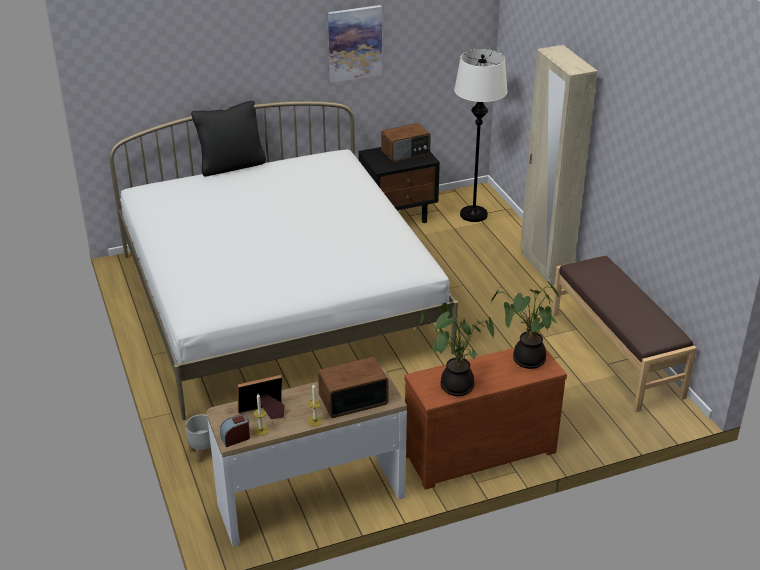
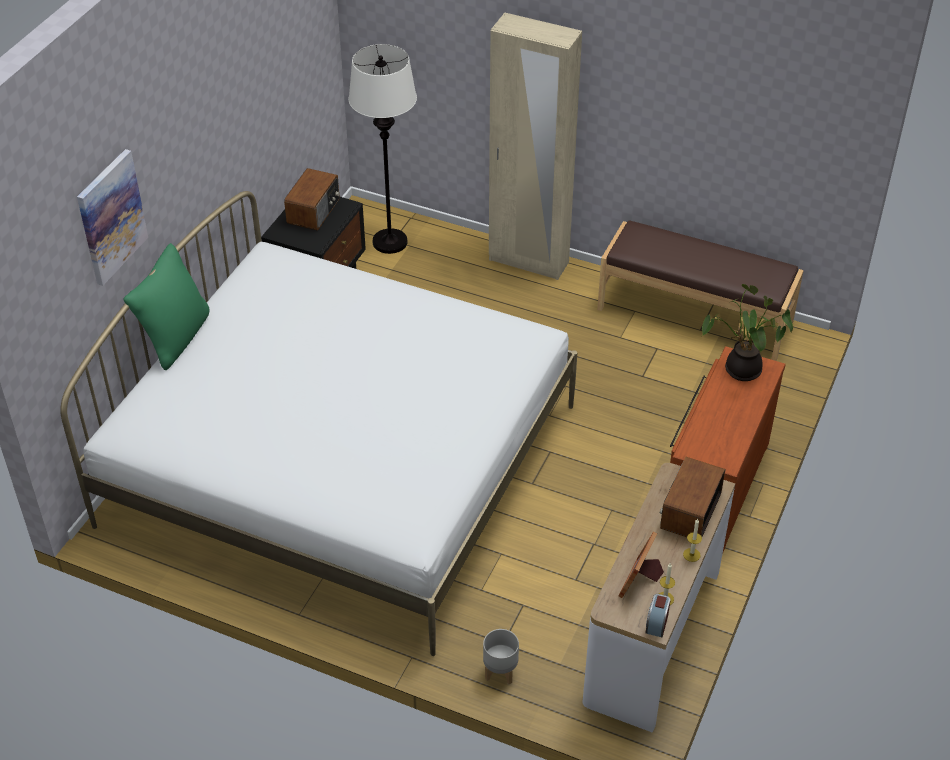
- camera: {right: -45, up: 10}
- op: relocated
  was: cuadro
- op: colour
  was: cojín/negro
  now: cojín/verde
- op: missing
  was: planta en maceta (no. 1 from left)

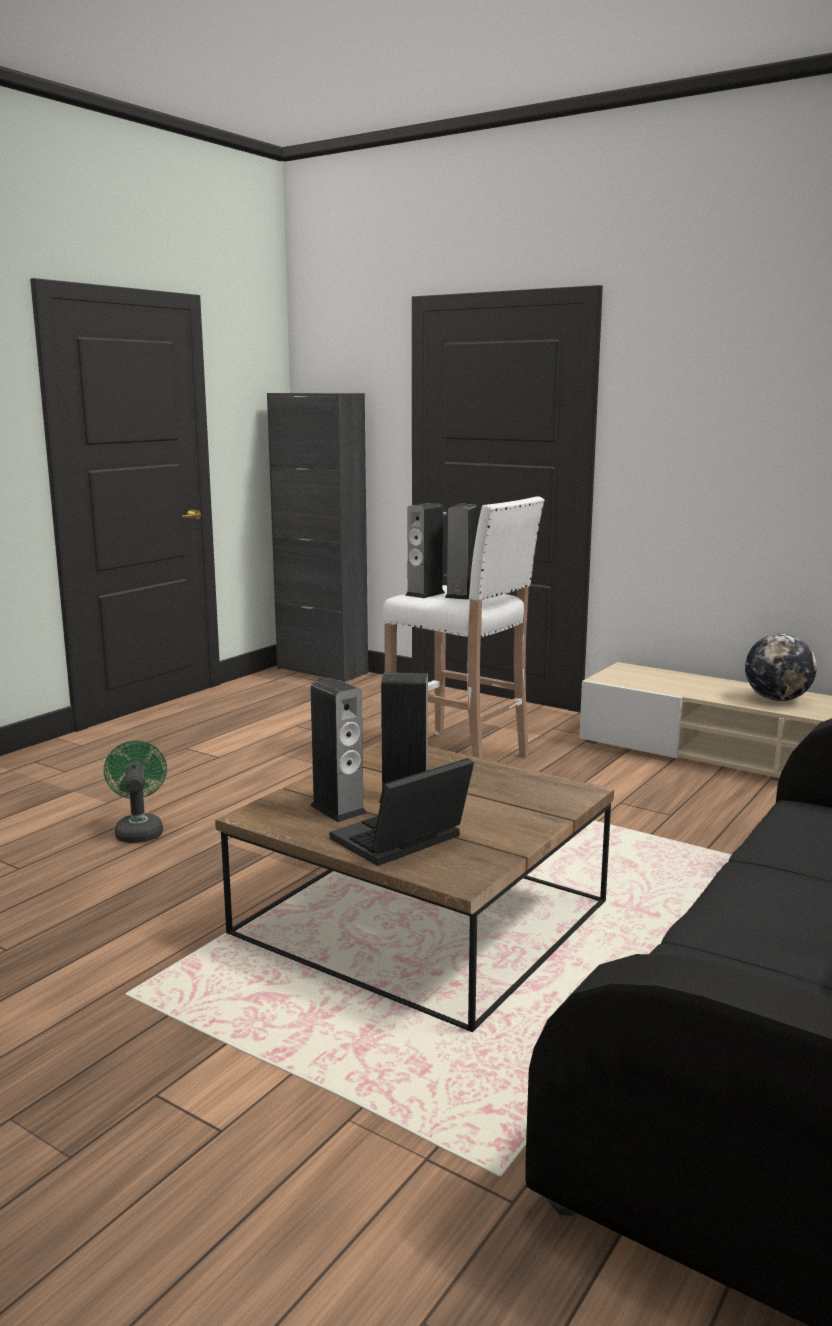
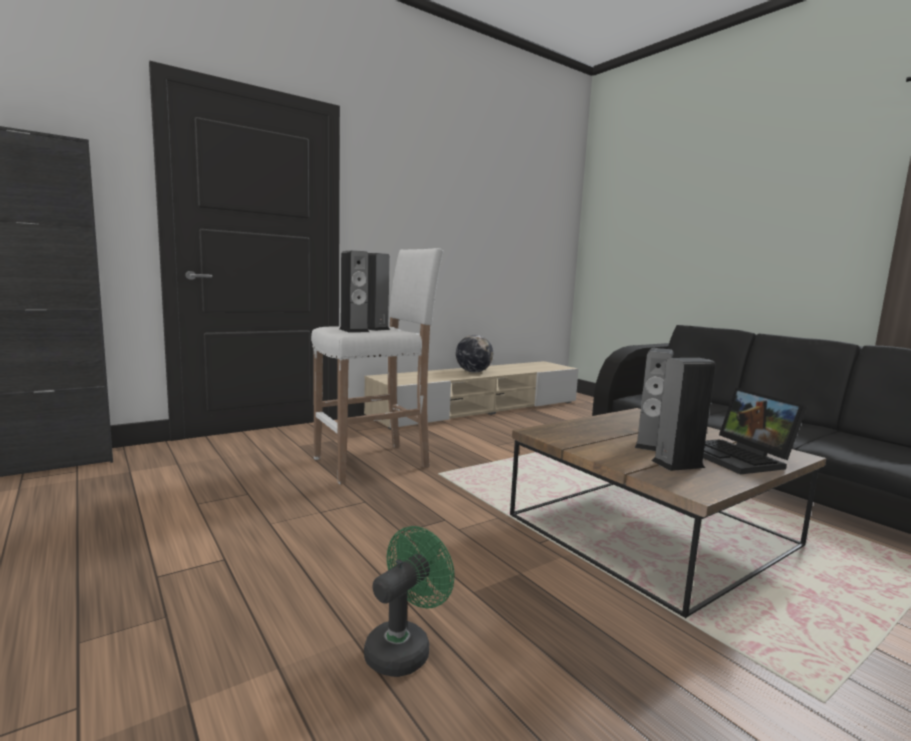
- camera: {right: -70, up: -5}
- op: spun
  was: ventilador/verde
  clockwise: 120

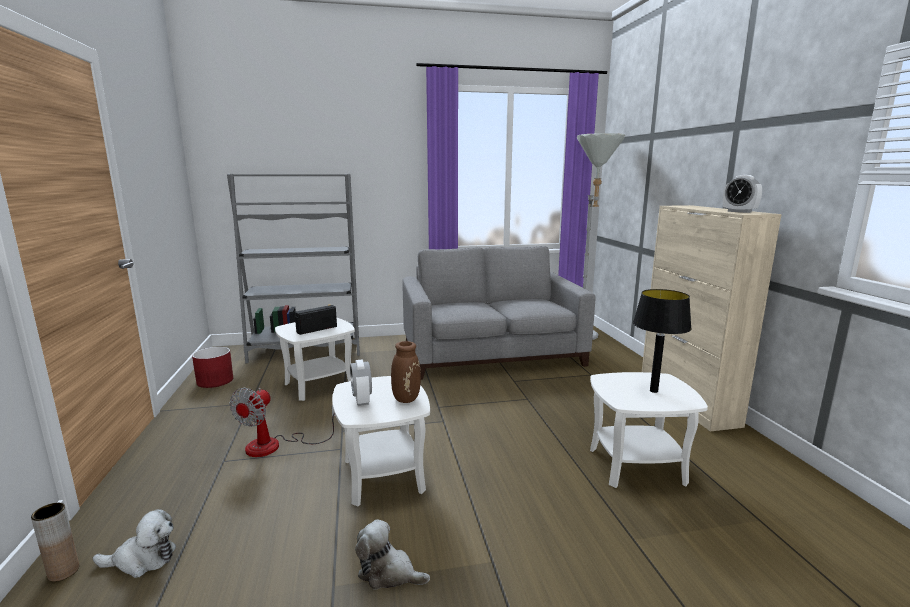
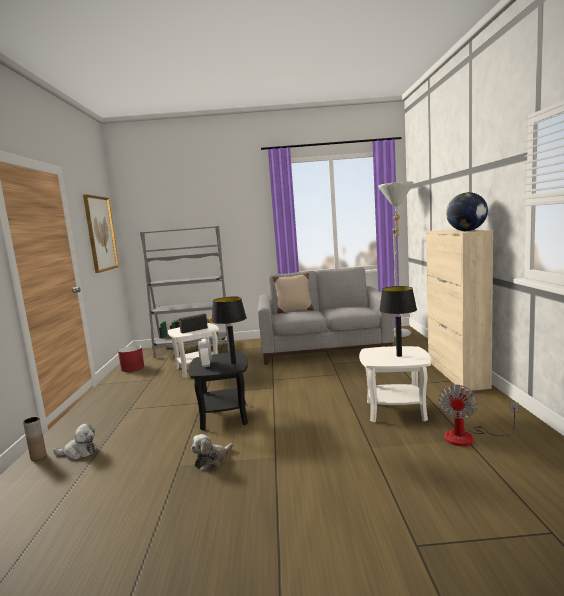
- camera: {right: 10, up: -5}
- op: exchanged
  was: despertador (no. 2 from left)
  now: globo terráqueo
- op: exchanged
  was: florero/marrón (no. 2 from left)
  now: lámpara de mesa/negro (no. 1 from left)
- op: colour
  was: mesa auxiliar/blanco (no. 2 from left)
  now: mesa auxiliar/negro
- op: relocated
  was: ventilador
- op: spun
  was: peluche (no. 2 from left)
  clockwise: -75
- op: appeared
  now: cuadro
- op: appeared
  now: cojín/beis

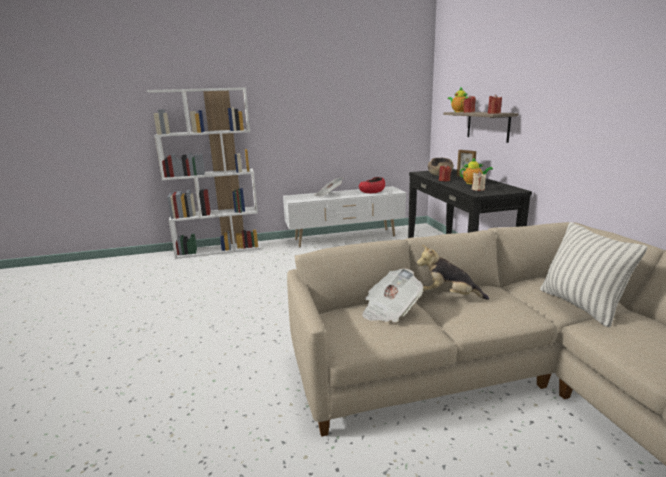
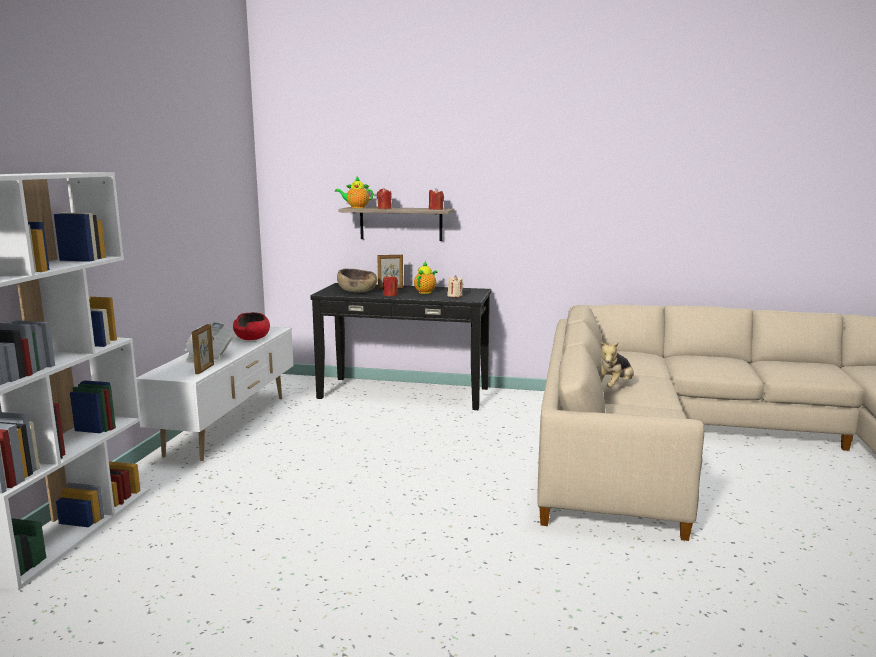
- camera: {right: -65, up: -5}
- op: missing
  was: cojín
- op: missing
  was: periódico (no. 2 from left)
- op: appeared
  now: portarretratos (no. 1 from left)

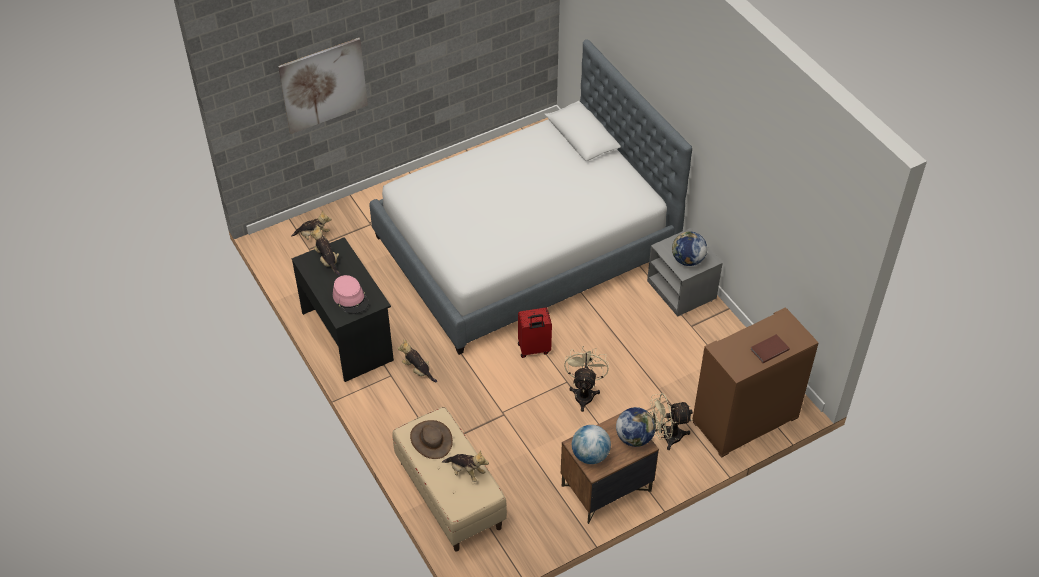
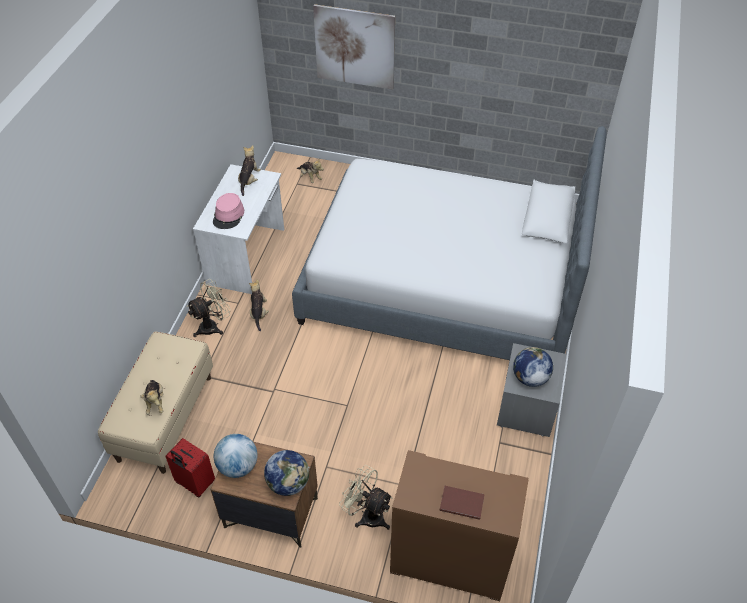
- camera: {right: 45, up: 0}
- op: colour
  was: escritorio/negro
  now: escritorio/blanco
- op: relocated
  was: maleta/rojo
- op: relocated
  was: ventilador/beis (no. 1 from left)
- op: missing
  was: sombrero/marrón

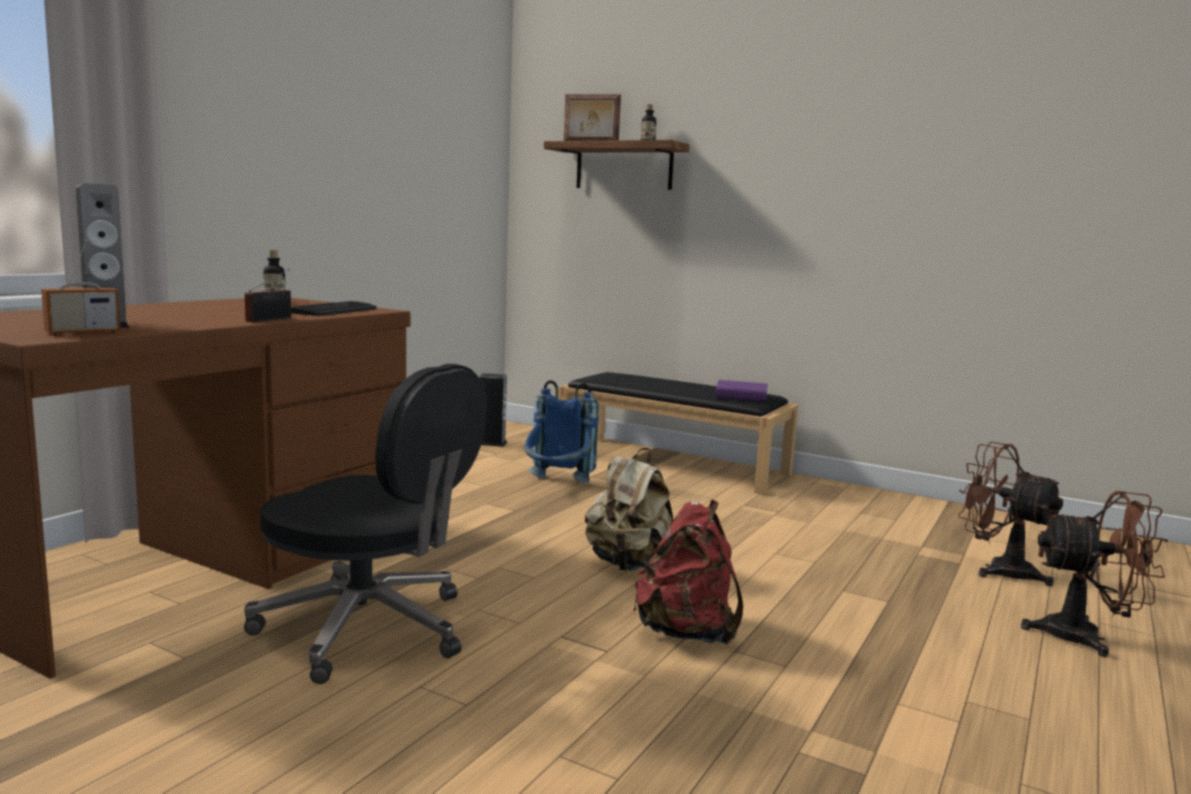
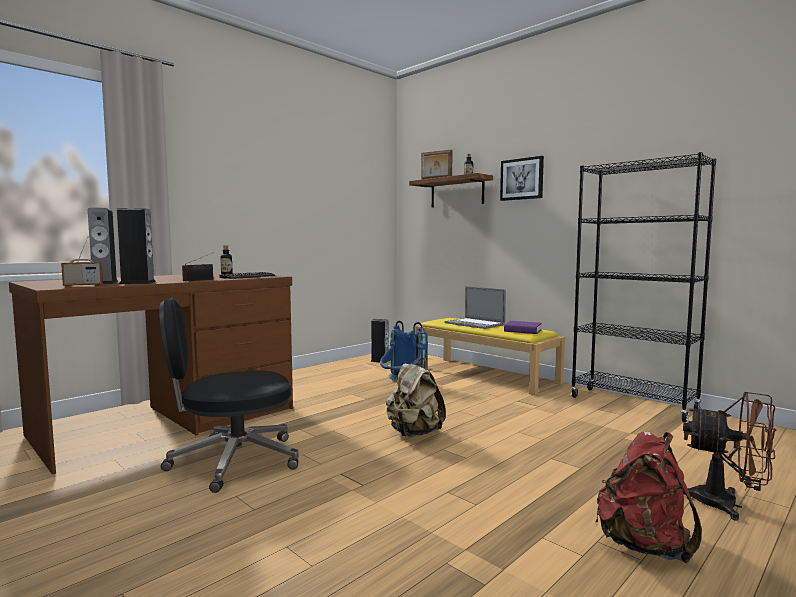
- camera: {right: 15, up: -5}
- op: spun
  was: silla de oficina/negro
  clockwise: 120
- op: colour
  was: banco/negro
  now: banco/amarillo
- op: missing
  was: ventilador/marrón (no. 1 from left)
- op: relocated
  was: mochila/rojo
- op: appeared
  now: estantería/negro
- op: appeared
  now: cuadro
- op: appeared
  now: altavoz (no. 2 from left)
- op: appeared
  now: portátil

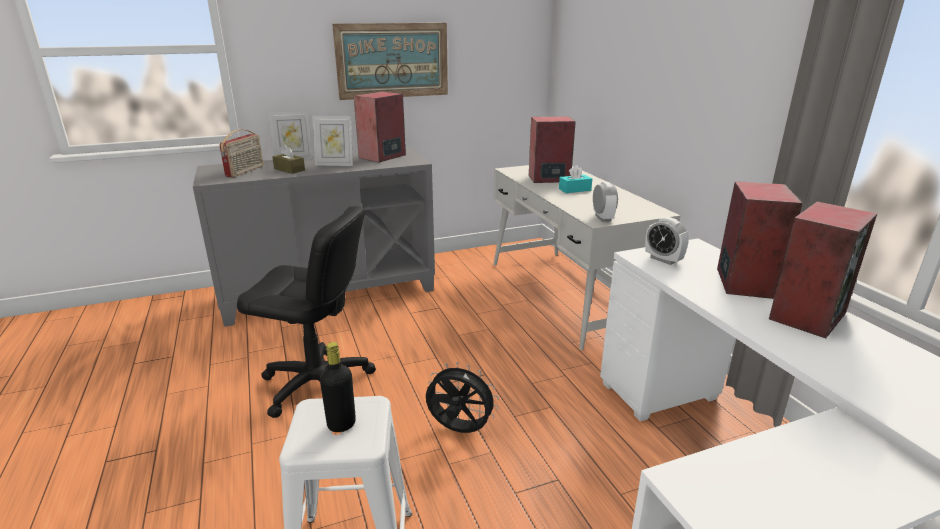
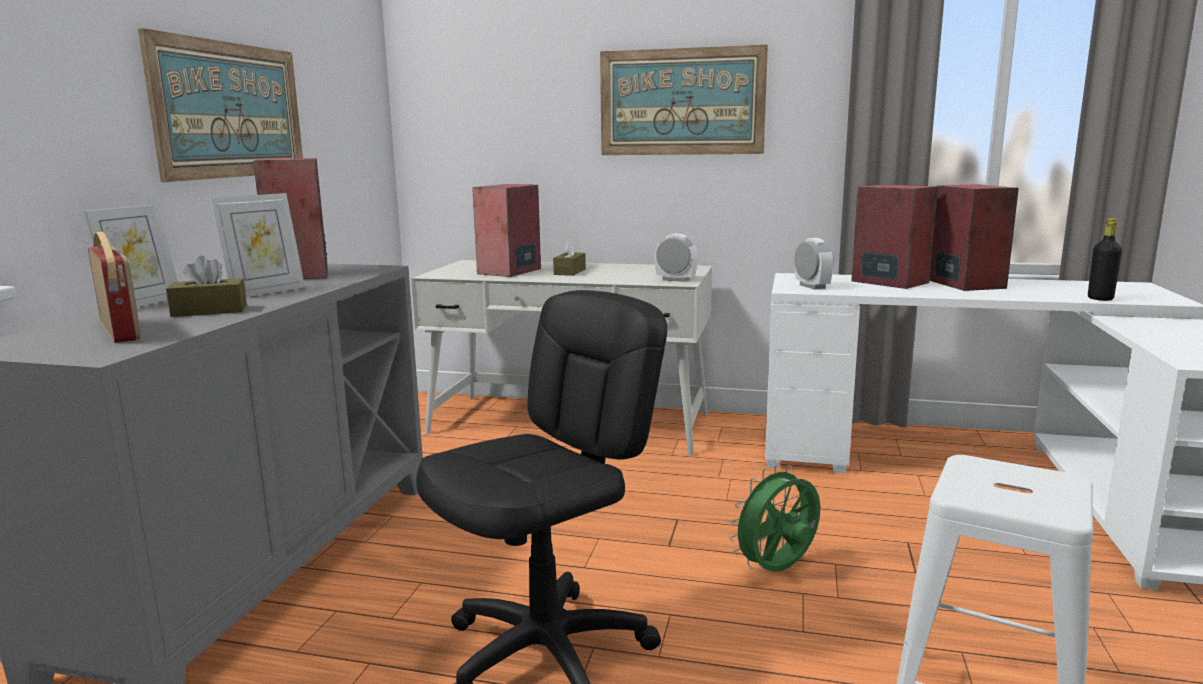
- camera: {right: -55, up: -10}
- op: colour
  was: caja de pañuelos/turquesa
  now: caja de pañuelos/marrón (no. 2 from left)
- op: spun
  was: despertador (no. 2 from left)
  clockwise: -105
- op: relocated
  was: botella/negro
- op: colour
  was: ventilador/negro
  now: ventilador/verde
- op: appeared
  now: cuadro (no. 2 from left)

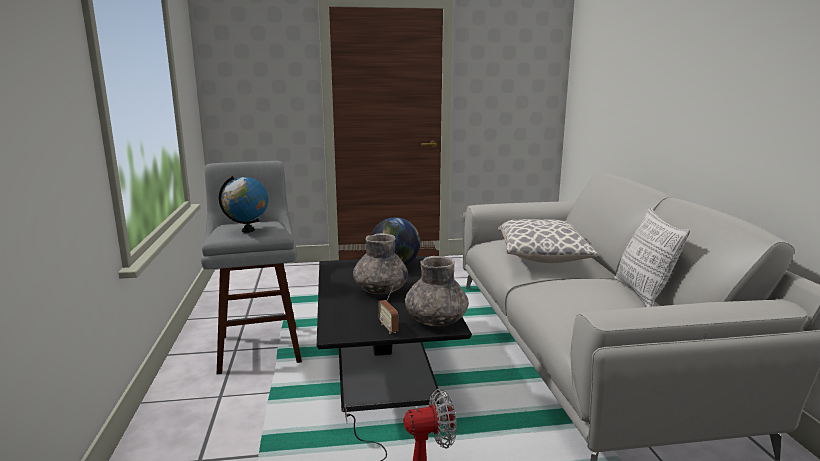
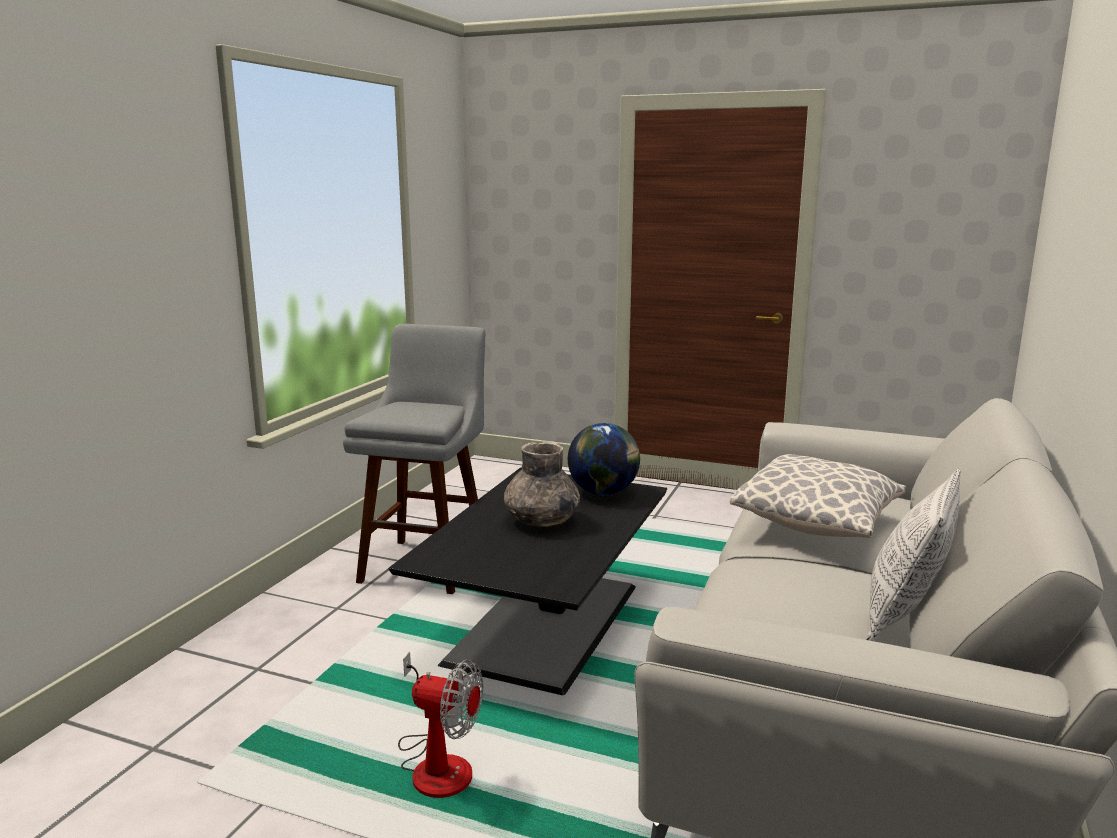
- camera: {right: 30, up: 0}
- op: missing
  was: globo terráqueo (no. 1 from left)
- op: missing
  was: florero/gris (no. 2 from left)
- op: missing
  was: radio

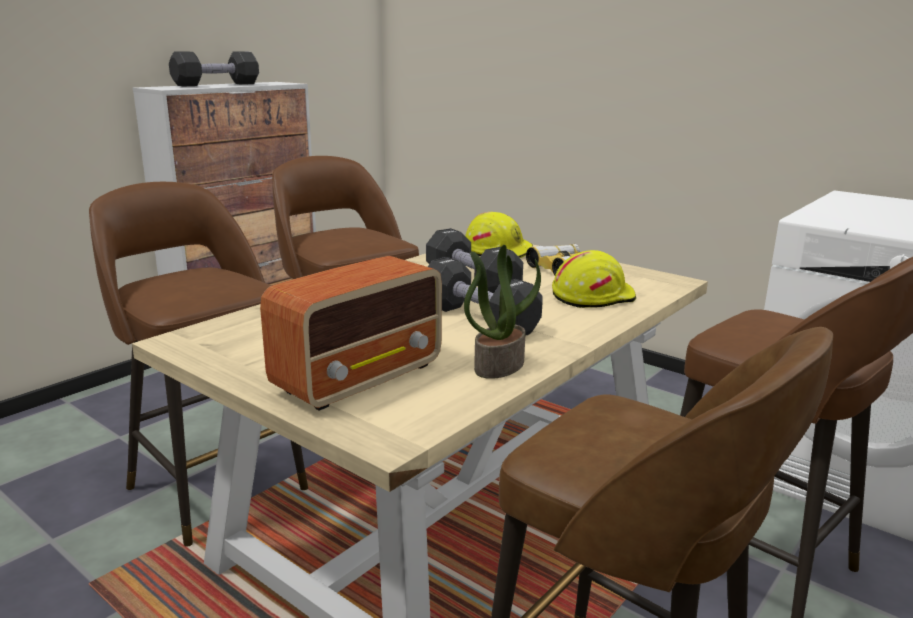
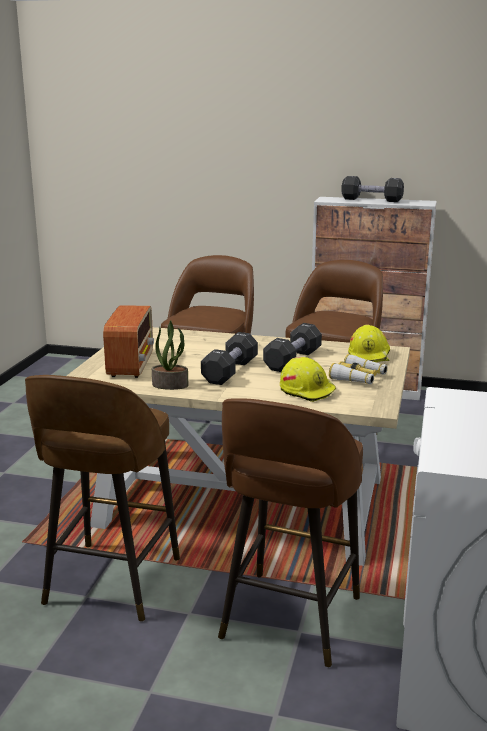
- camera: {right: 65, up: 0}
- op: spun
  was: radio
  clockwise: -105

